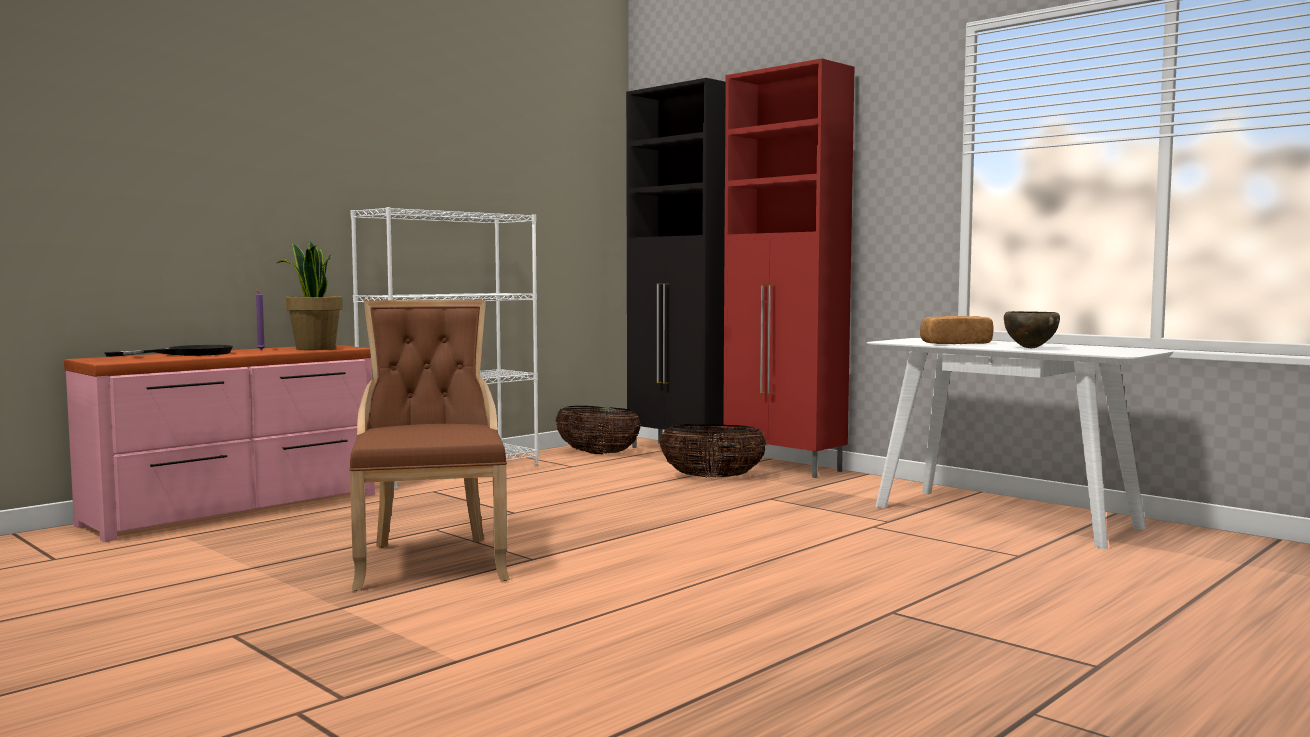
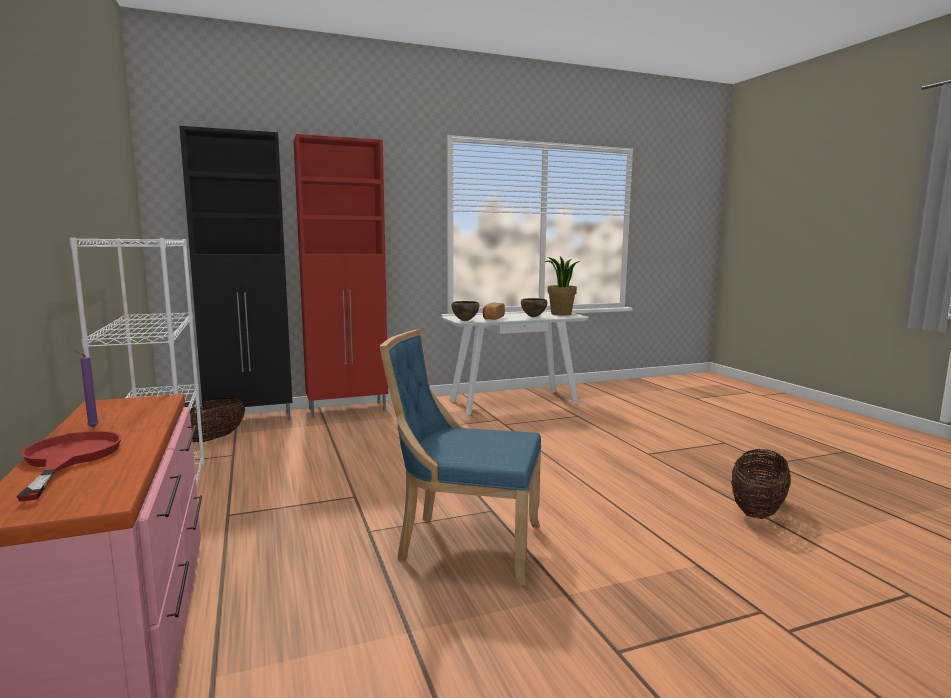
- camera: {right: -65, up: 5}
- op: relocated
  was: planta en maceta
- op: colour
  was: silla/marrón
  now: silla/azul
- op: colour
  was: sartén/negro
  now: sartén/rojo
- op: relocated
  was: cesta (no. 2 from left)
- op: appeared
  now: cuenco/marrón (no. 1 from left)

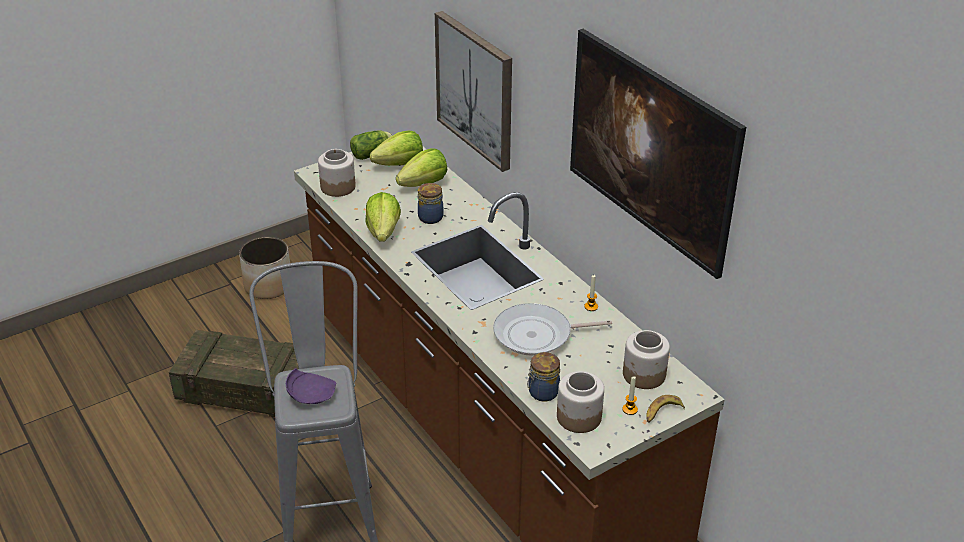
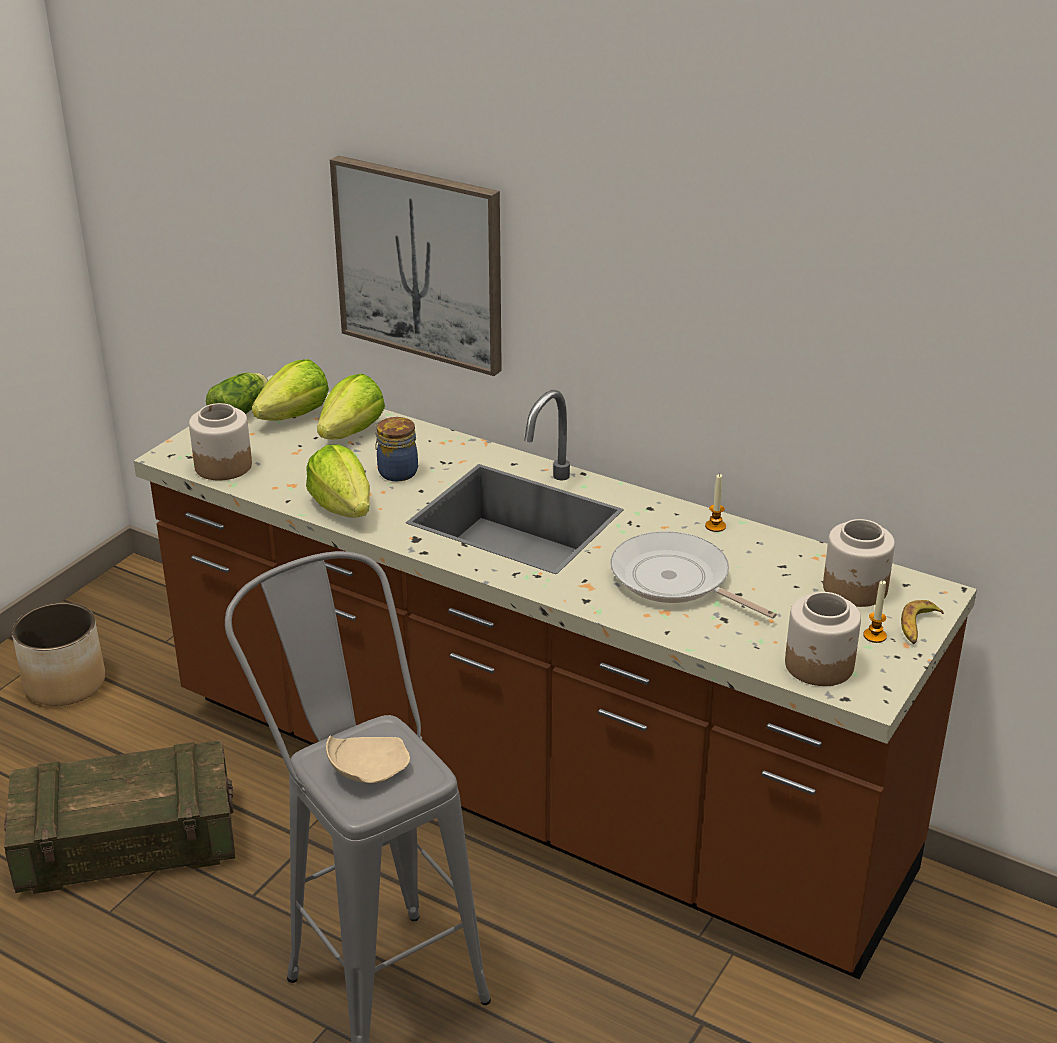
- camera: {right: -25, up: -5}
- op: missing
  was: cuadro (no. 2 from left)
- op: spun
  was: sartén
  clockwise: 75
- op: missing
  was: tarro (no. 3 from left)
- op: colour
  was: plato/morado
  now: plato/beis

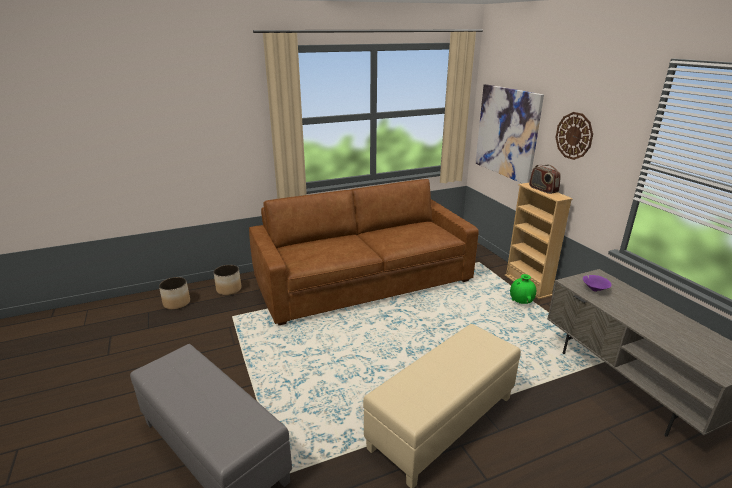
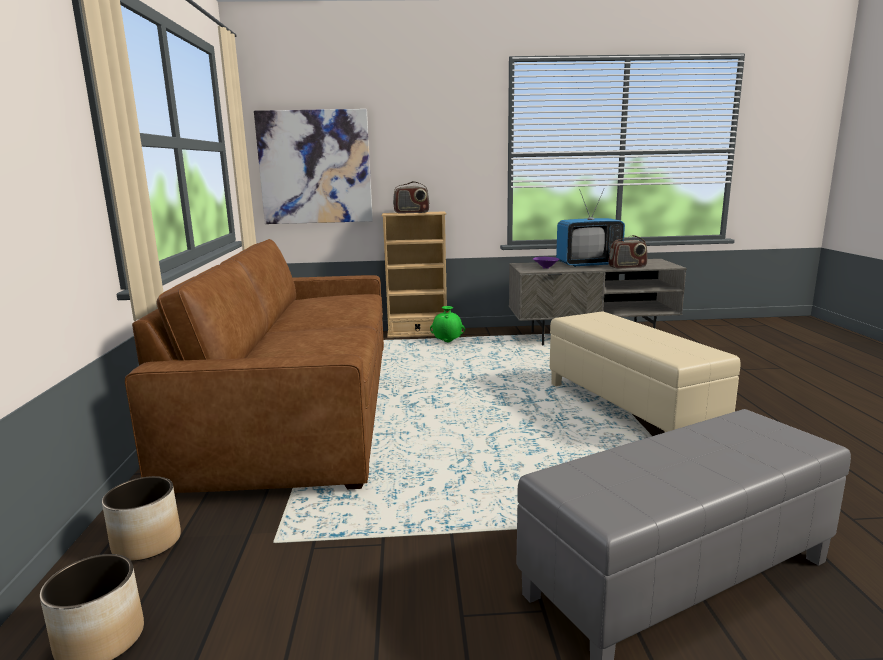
- camera: {right: -70, up: -10}
- op: missing
  was: reloj de pared
- op: appeared
  now: televisor
- op: appeared
  now: radio (no. 2 from left)

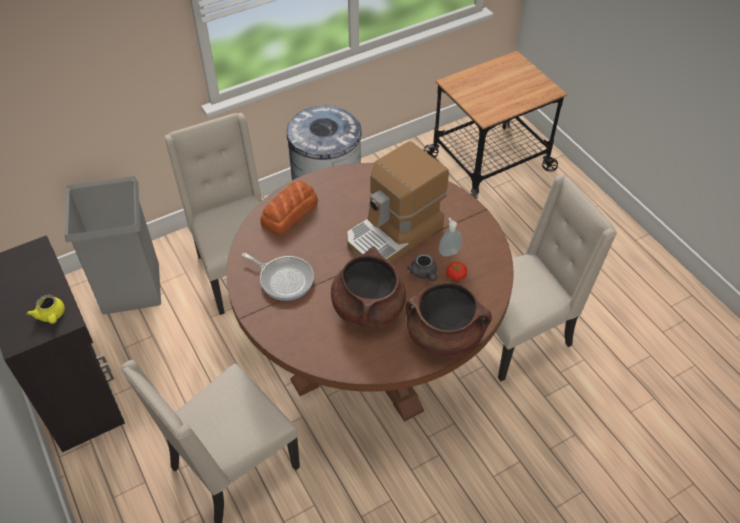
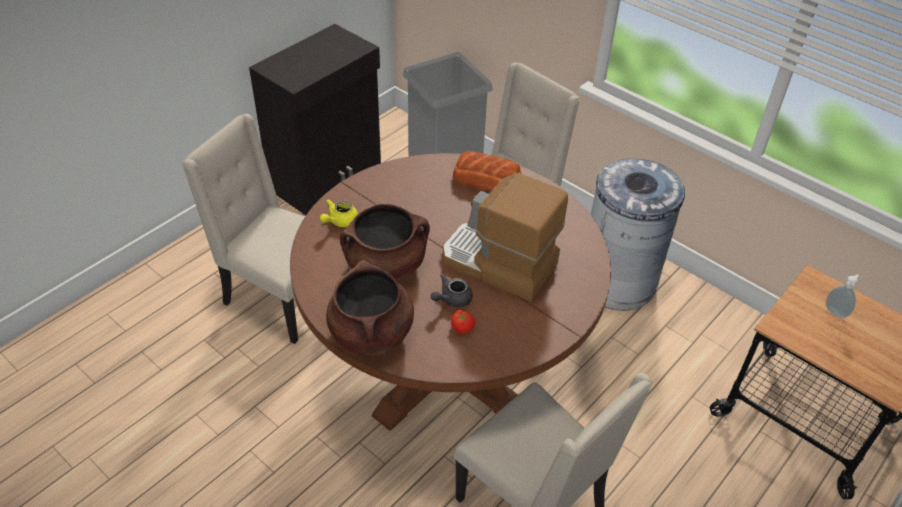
- camera: {right: 70, up: -5}
- op: relocated
  was: dispensador de jabón
- op: missing
  was: sartén
- op: relocated
  was: tetera/amarillo

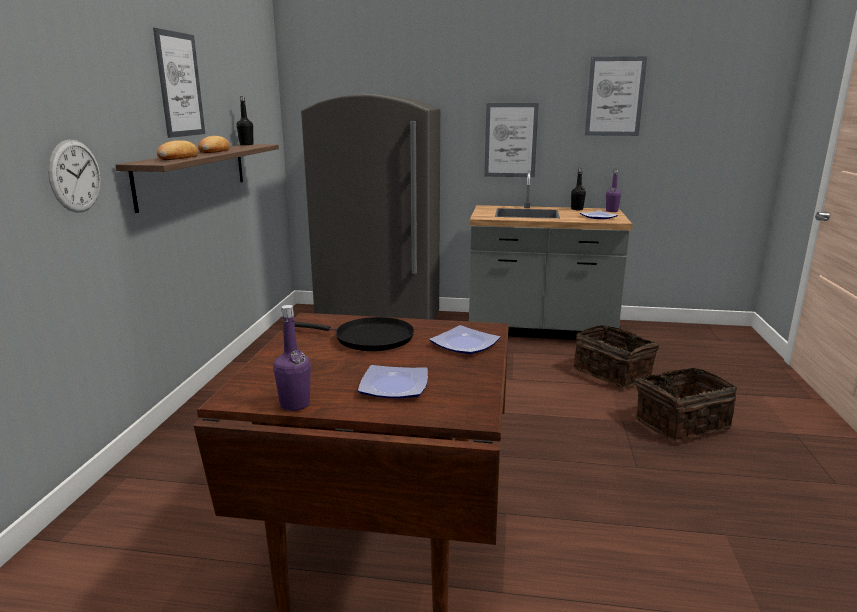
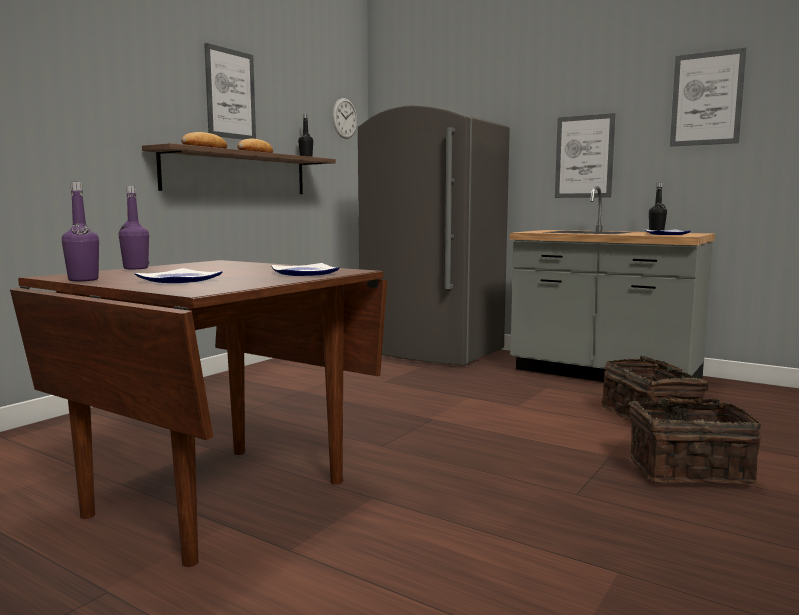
- camera: {right: 25, up: -10}
- op: relocated
  was: reloj de pared
- op: relocated
  was: botella/morado (no. 2 from left)
- op: missing
  was: sartén/negro

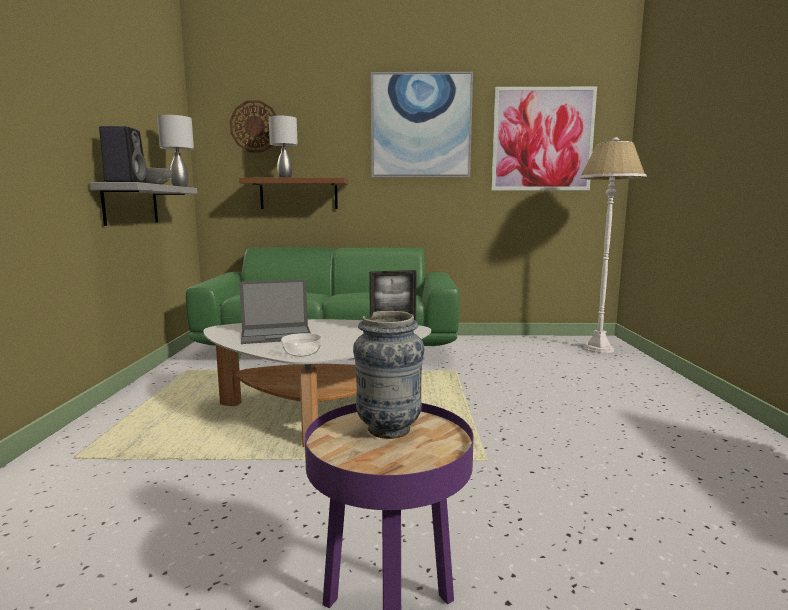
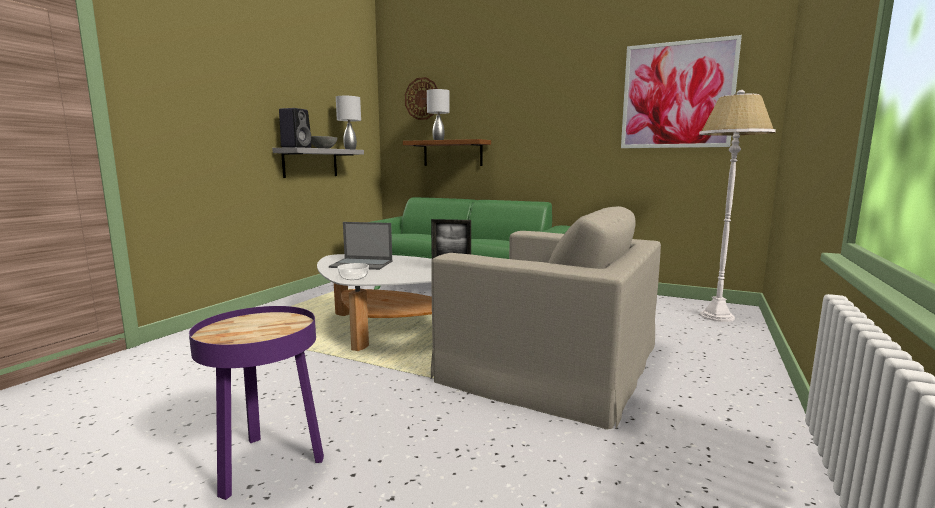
- camera: {right: 25, up: 0}
- op: missing
  was: cuadro (no. 1 from left)
- op: missing
  was: florero
- op: appeared
  now: sillón/beis

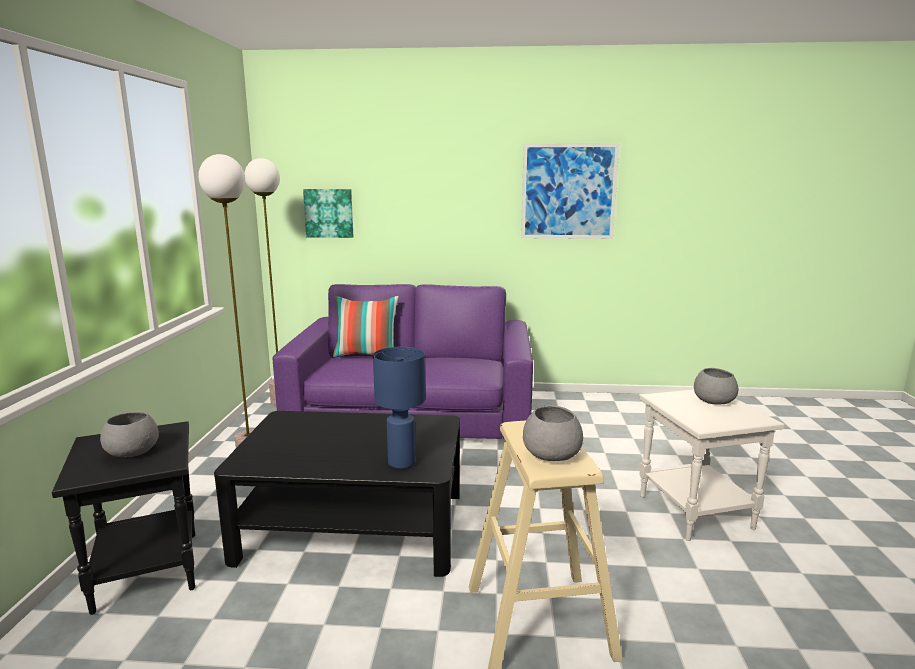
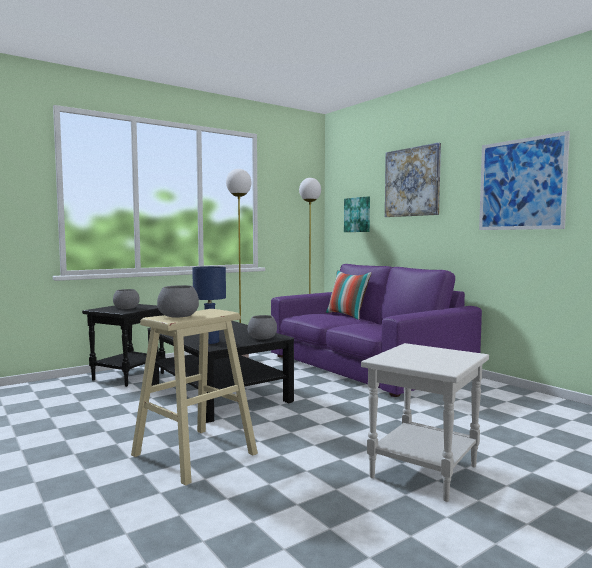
- camera: {right: 50, up: -10}
- op: relocated
  was: cuenco/gris (no. 3 from left)
- op: appeared
  now: cuadro (no. 2 from left)

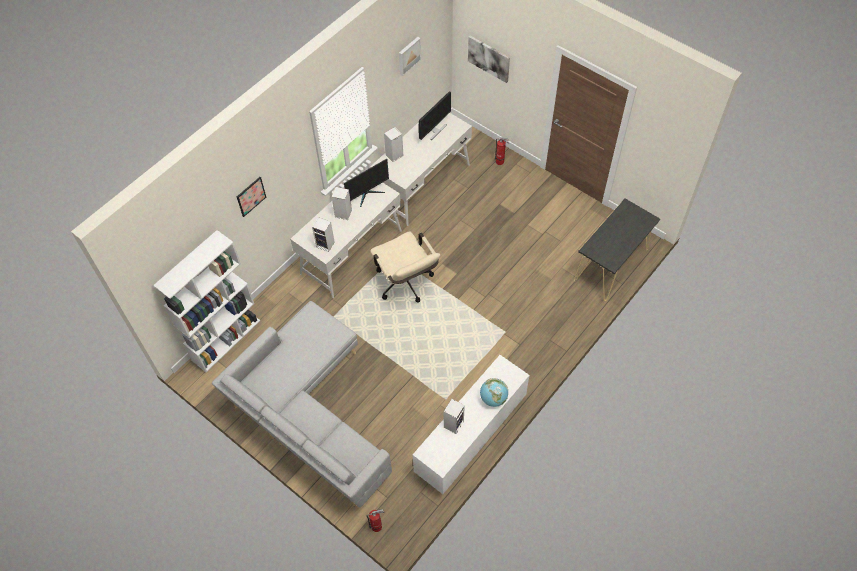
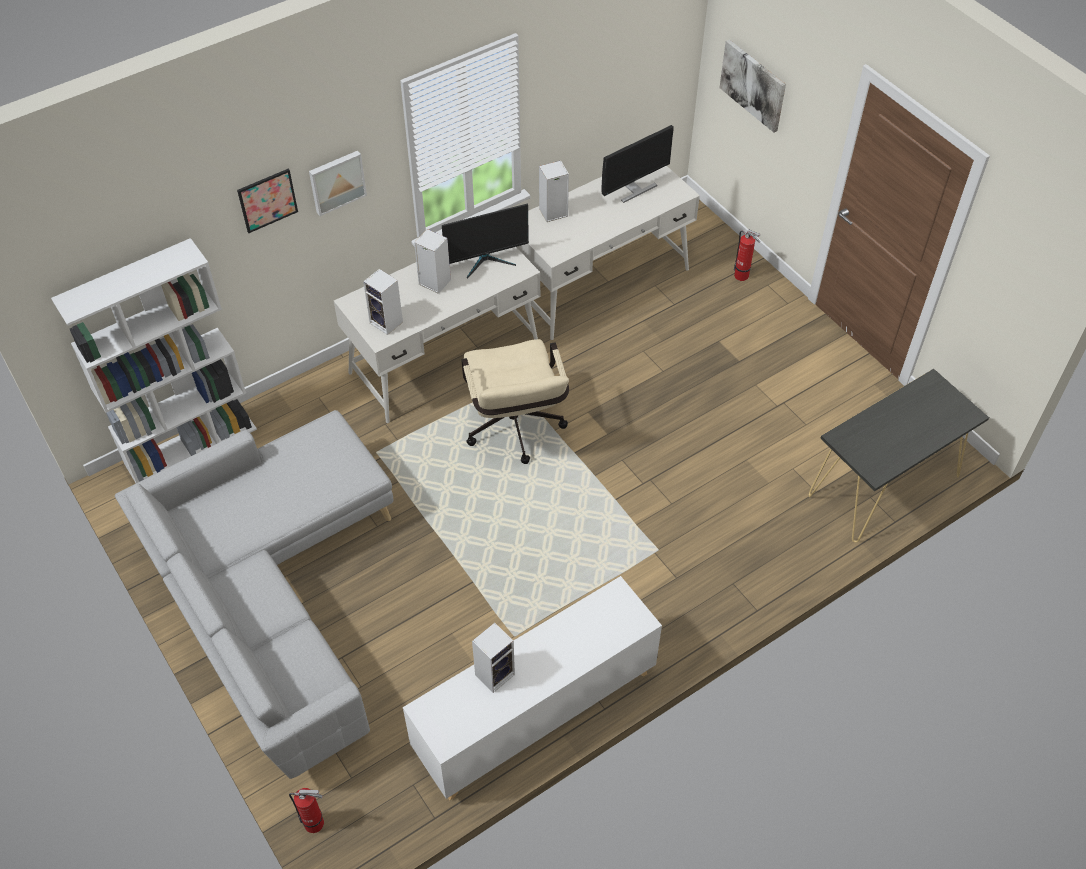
- camera: {right: 15, up: -5}
- op: relocated
  was: cuadro (no. 2 from left)
- op: missing
  was: globo terráqueo

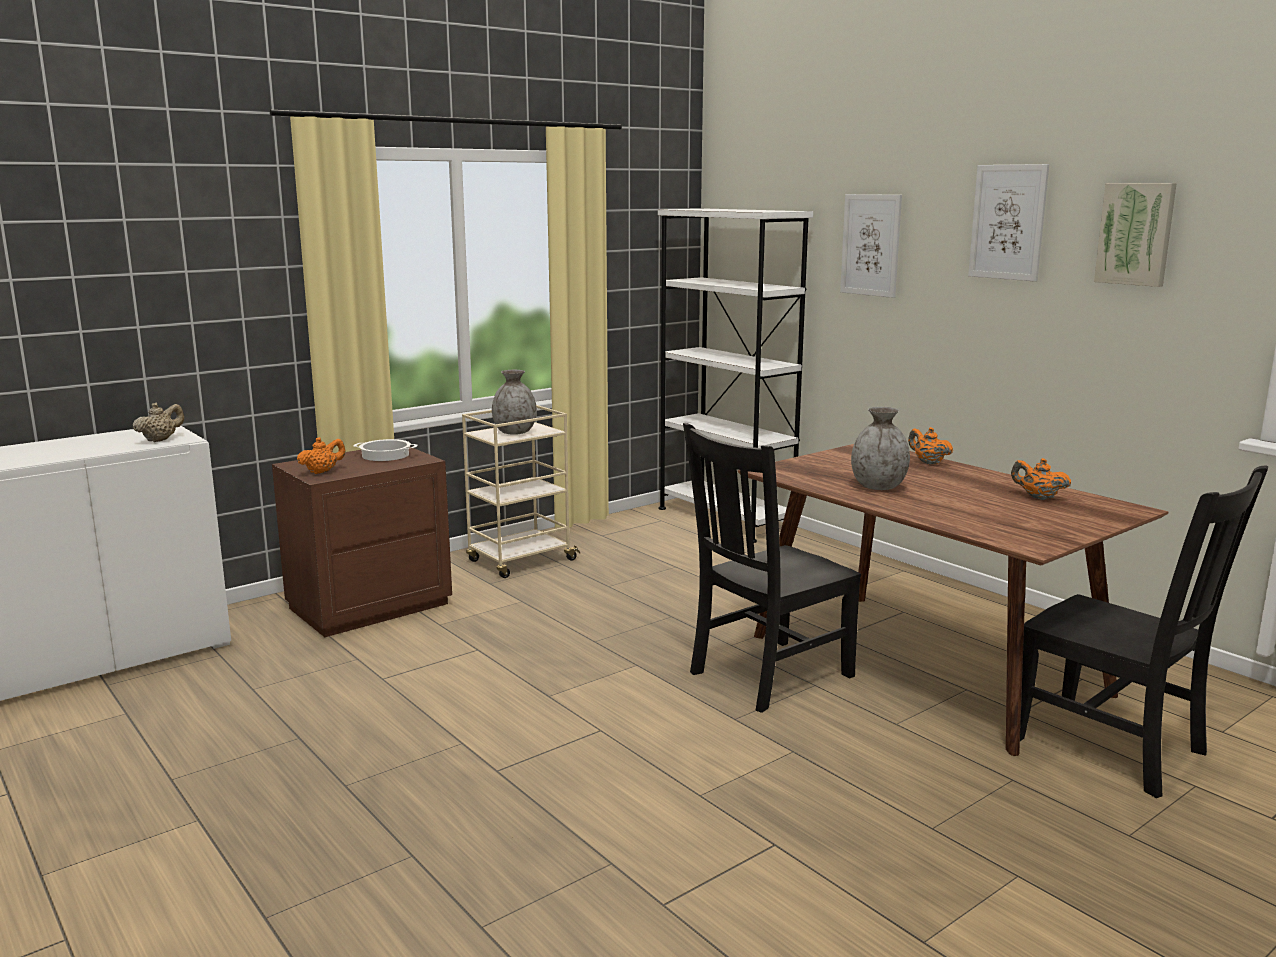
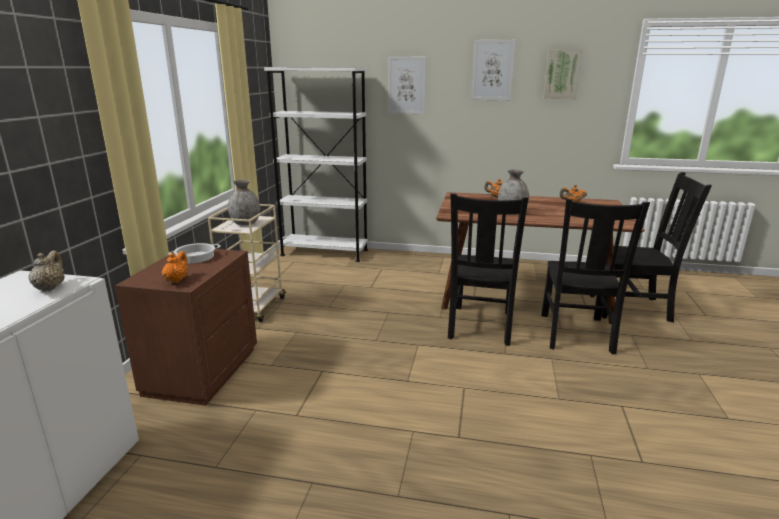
- camera: {right: -40, up: 5}
- op: appeared
  now: silla/negro (no. 2 from left)

